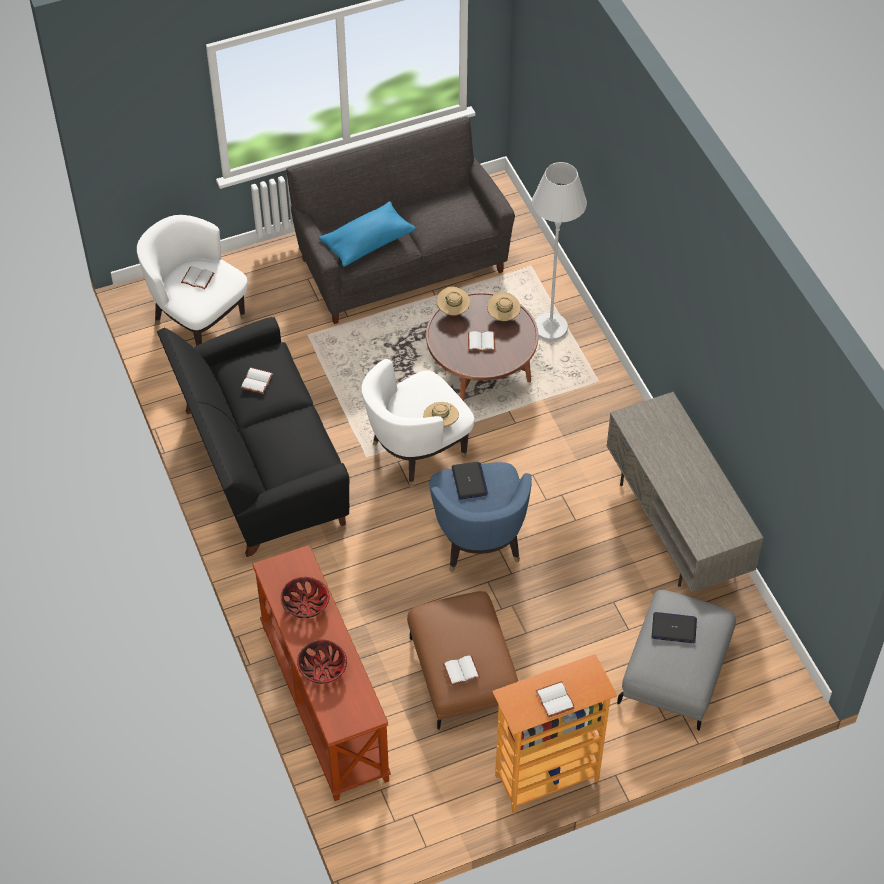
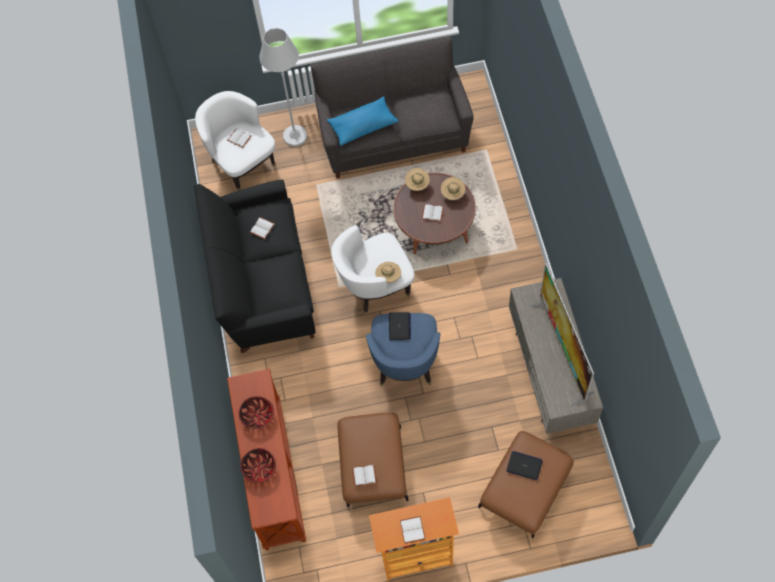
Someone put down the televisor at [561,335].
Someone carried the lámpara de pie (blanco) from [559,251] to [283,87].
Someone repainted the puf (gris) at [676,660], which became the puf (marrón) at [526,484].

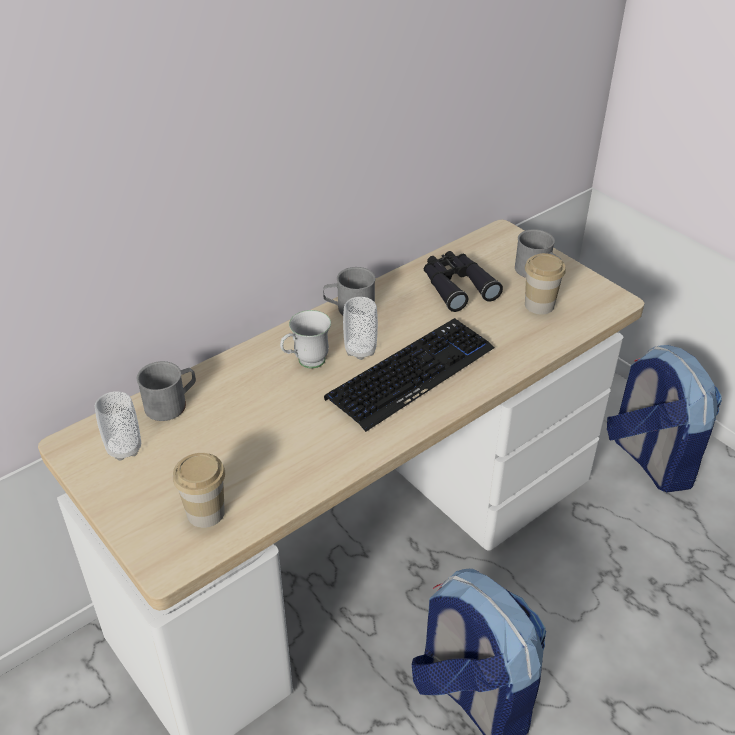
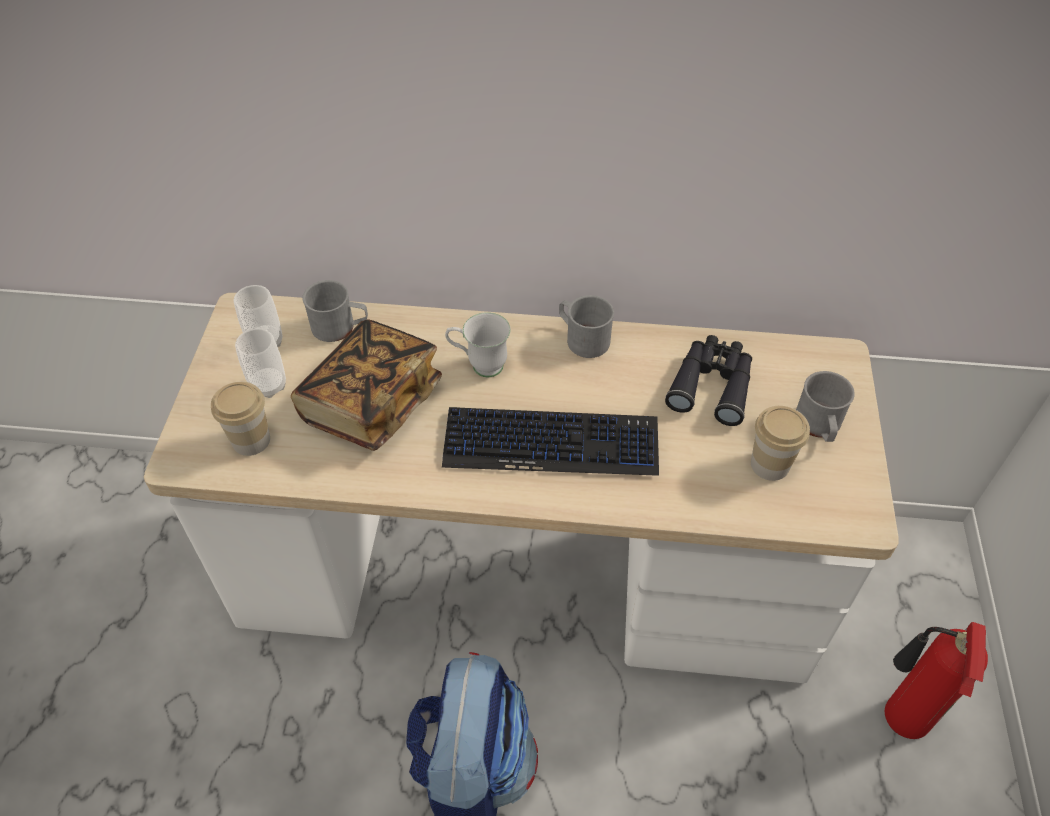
Someone put down the libro at [366,385].
Someone carried the taza from [360,328] to [260,363].
Someone swapped the mochila at [664,419] for the extintor at [936,680].

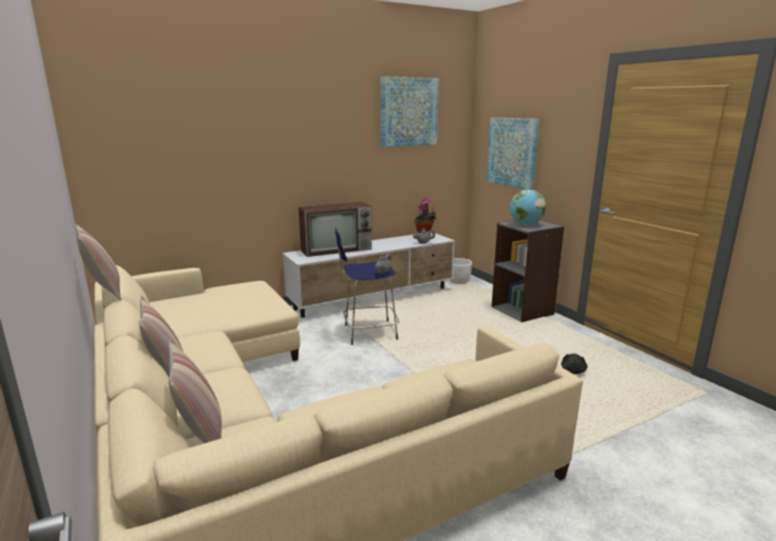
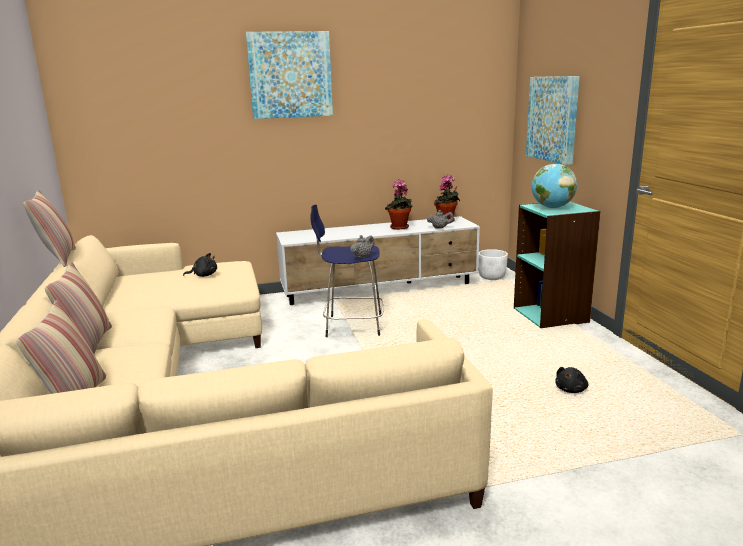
Someone took away the televisor at [335,229].
Someone put down the peluche (negro) at [200,265].
Someone put down the planta en maceta at [398,205].
Someone carried the cuadro from [409,111] to [289,75].
Someone repainted the estantería (gris) at [528,271], which became the estantería (turquesa) at [557,265].

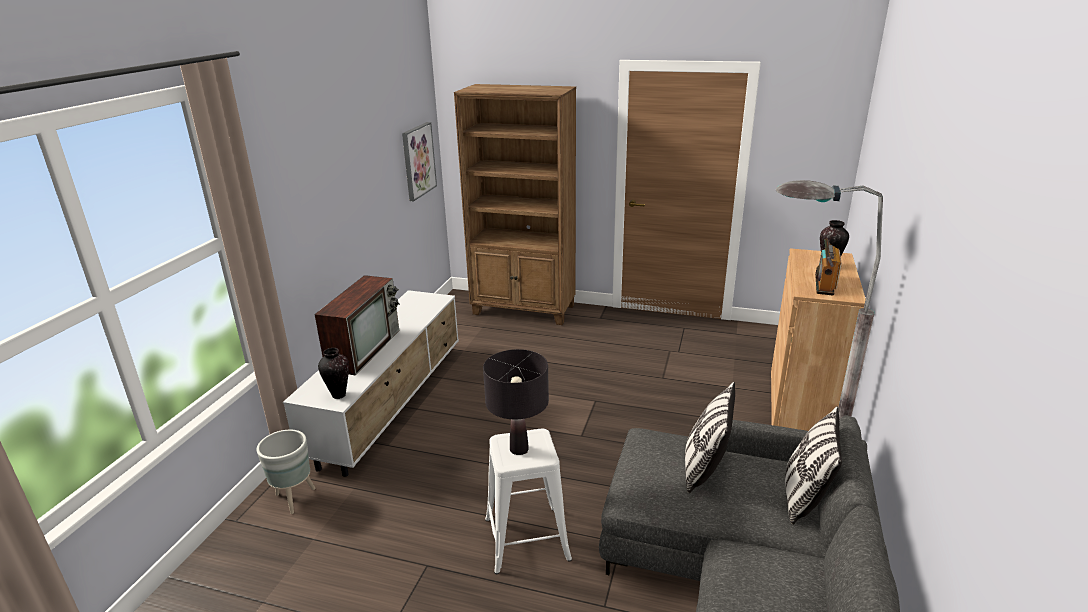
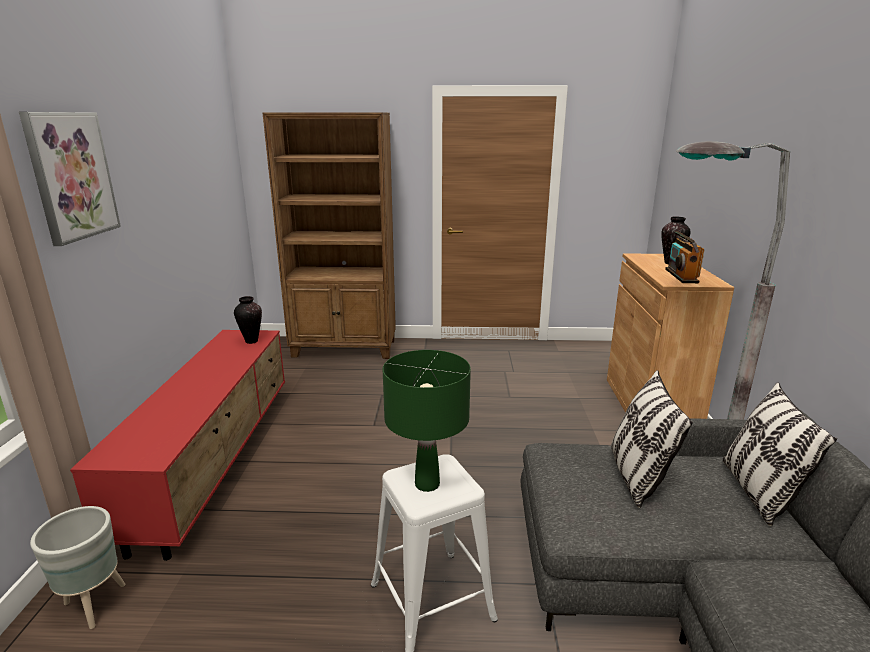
Someone took away the televisor at [357,325].
Someone carried the florero from [333,373] to [248,320].
Someone carried the cuadro from [419,162] to [70,179].
Someone repainted the mueble de televisión (blanco) at [371,383], which became the mueble de televisión (rojo) at [177,445].
Someone repainted the lámpara de mesa (negro) at [516,402], which became the lámpara de mesa (verde) at [427,421].

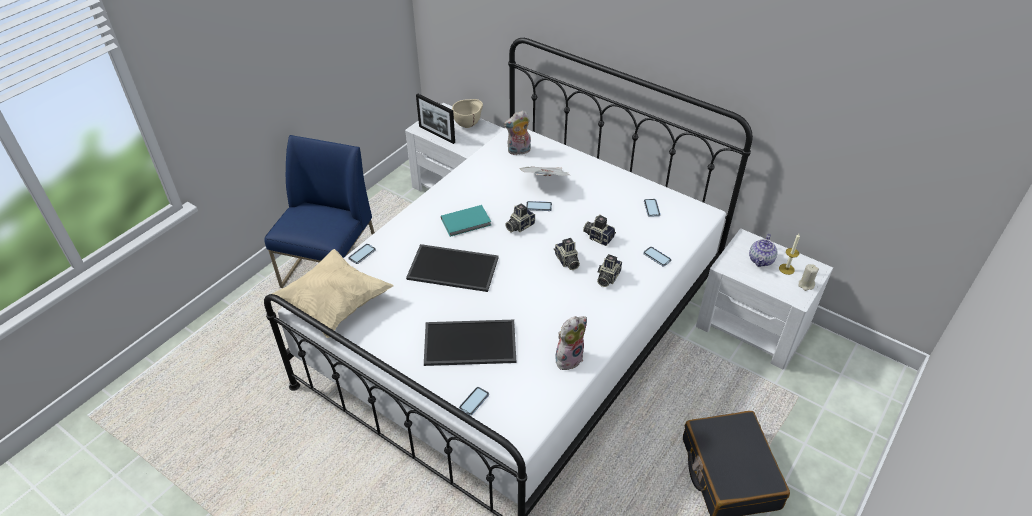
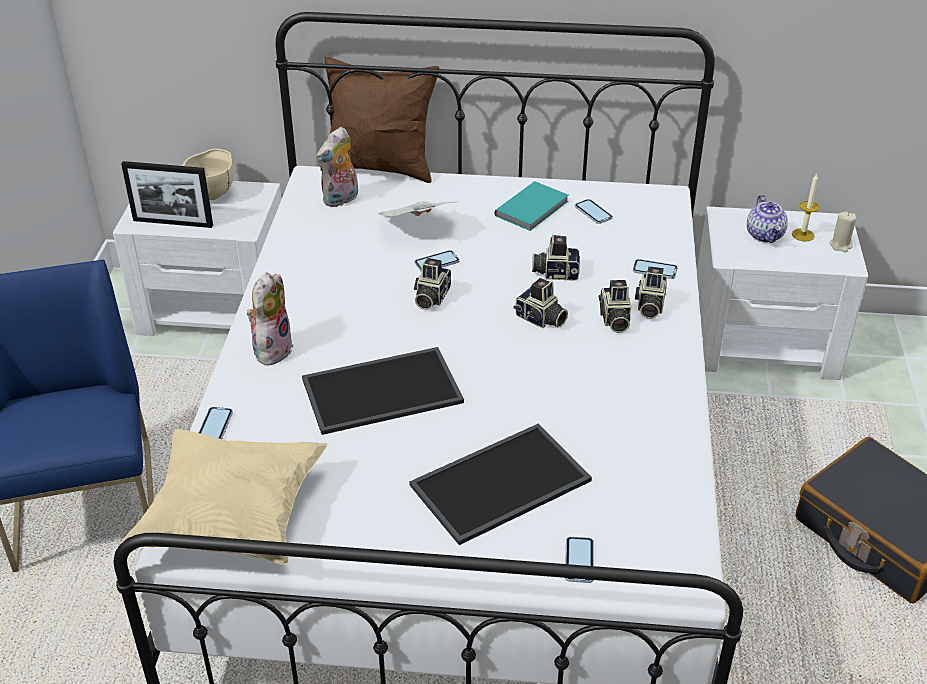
Someone put down the cojín (marrón) at [379,120].
Someone put down the cámara at [651,292].
Someone carried the libro (turquesa) from [466,221] to [531,206].
Someone carried the peluche from [571,343] to [270,319].

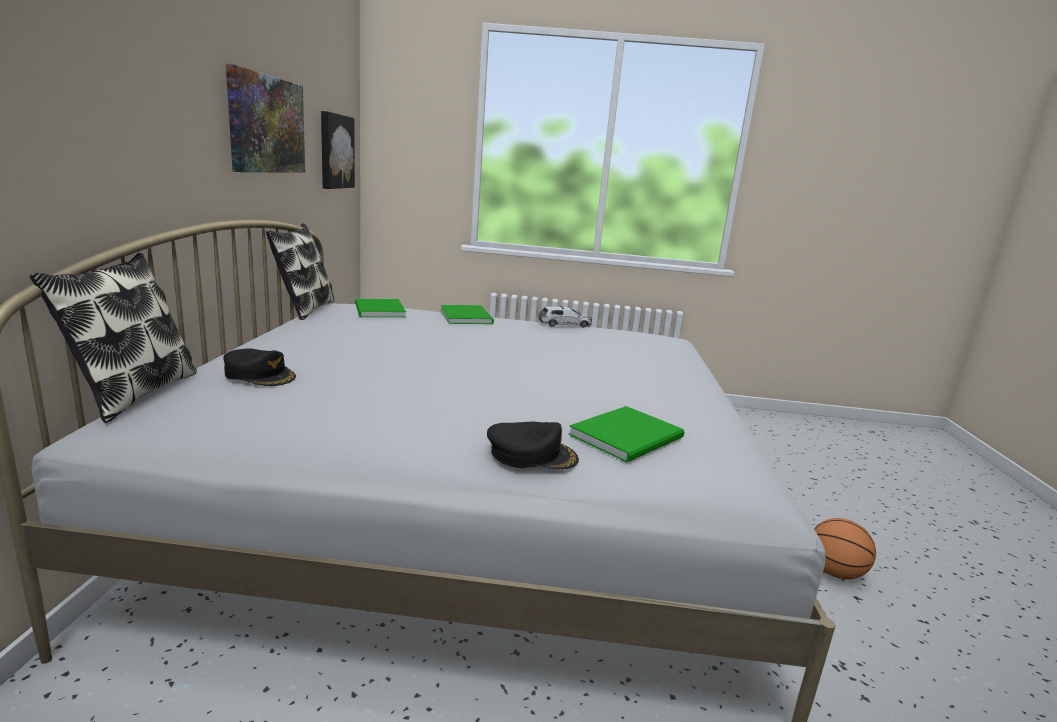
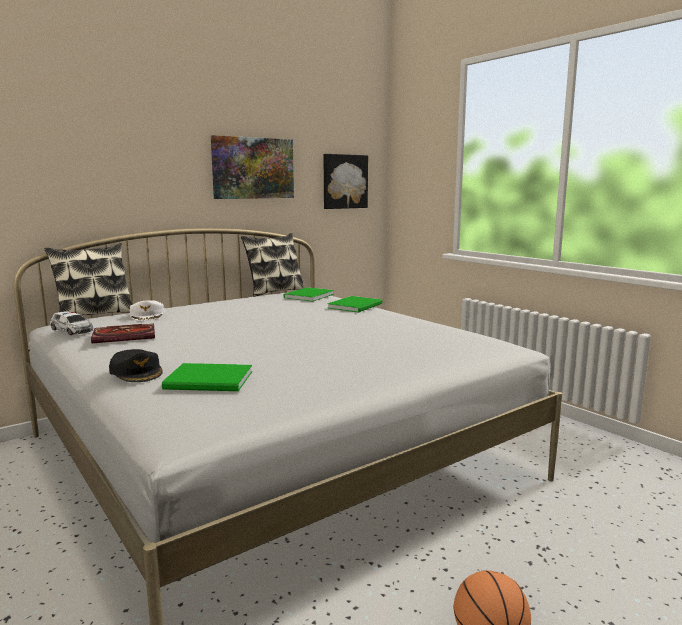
Someone put down the libro at [123,334].
Someone carried the coche de juguete from [565,317] to [71,323].
Someone repainted the gorra (negro) at [259,367], which became the gorra (blanco) at [147,310].

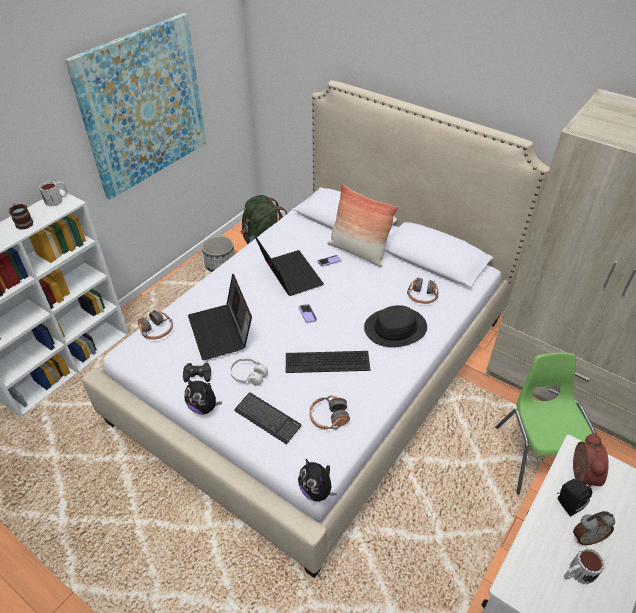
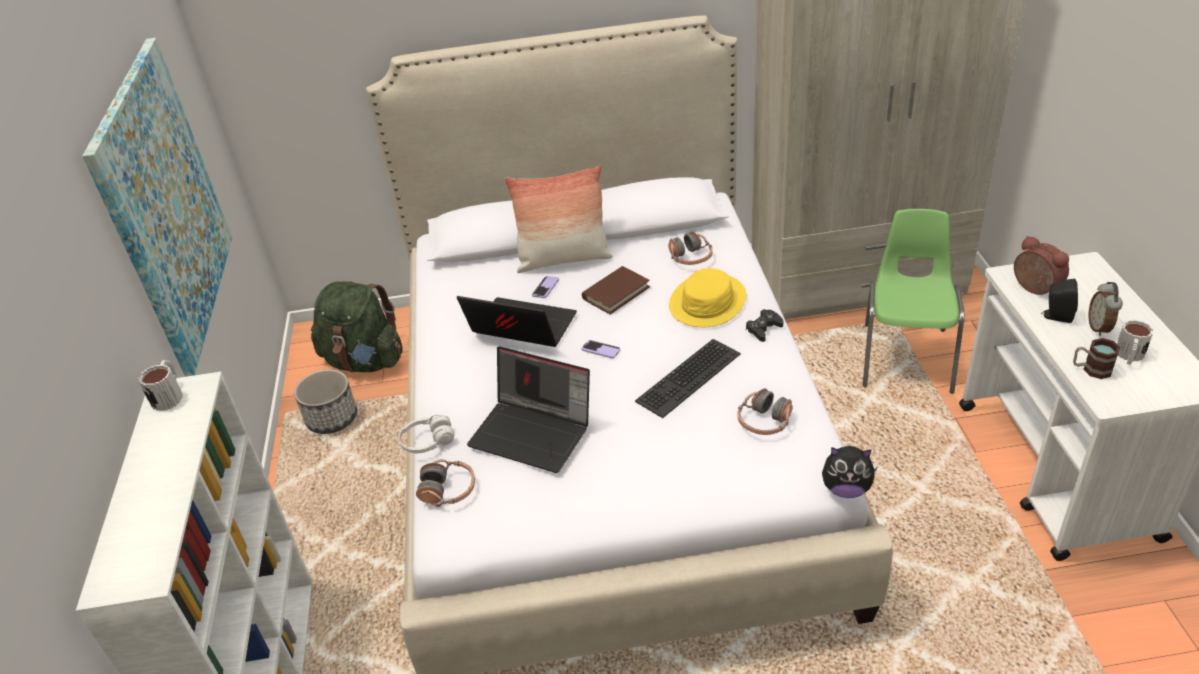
Someone took away the peluche at [203,396].
Someone took away the teclado at [267,418].
Someone put down the libro (marrón) at [616,290].
Someone carried the taza grande from [21,216] to [1096,358].
Someone carried the mando de consola (negro) from [197,372] to [764,325].
Someone carried the auriculares (blanco) from [249,371] to [426,434].
Someone repainted the sombrero (negro) at [395,326], which became the sombrero (amarillo) at [707,297].
Someone rotated the silla (verde) at [546,423] by 60 degrees clockwise.
Someone rotated the despertador at [594,528] by 150 degrees clockwise.

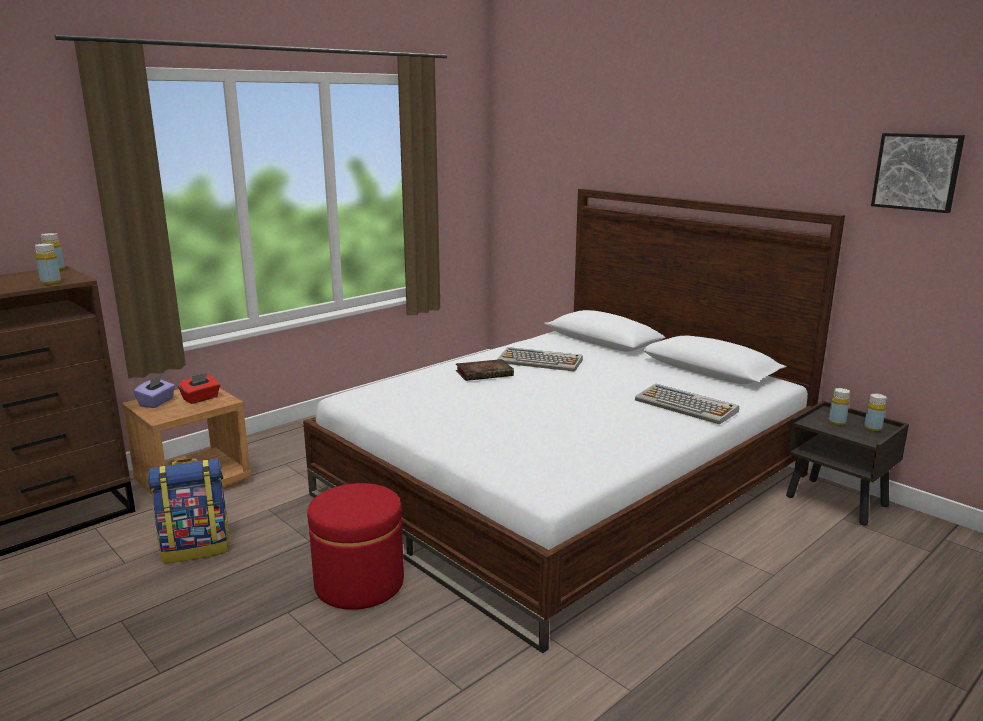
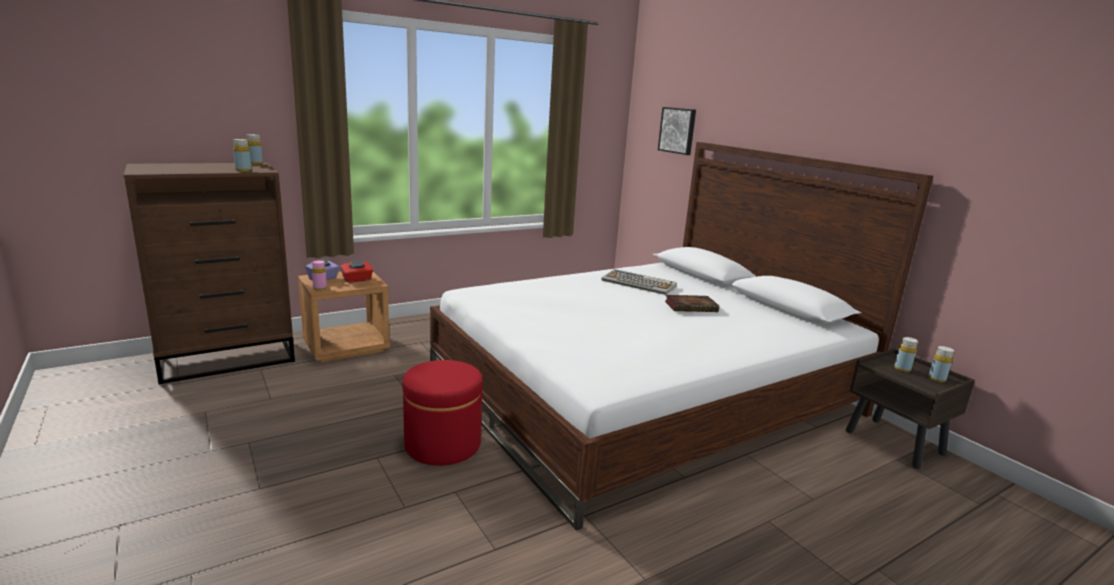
Someone took away the mochila at [189,510].
Someone took away the teclado at [687,404].
Someone put down the botella (rosa) at [319,275].
Someone carried the libro from [485,370] to [692,303].
Someone carried the cuadro from [918,173] to [677,131].

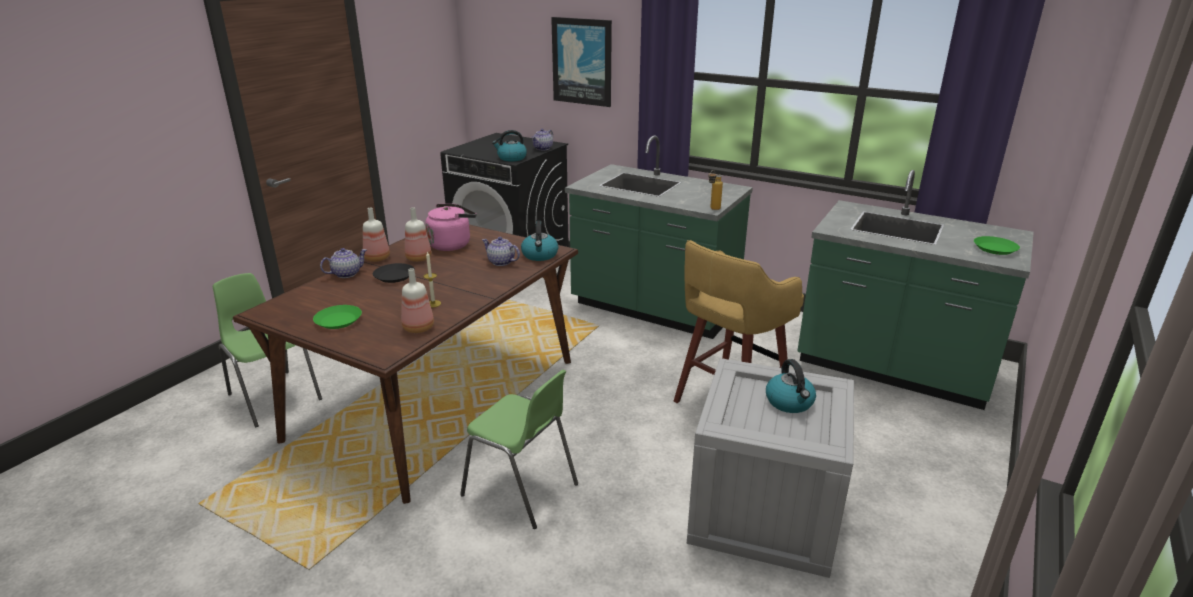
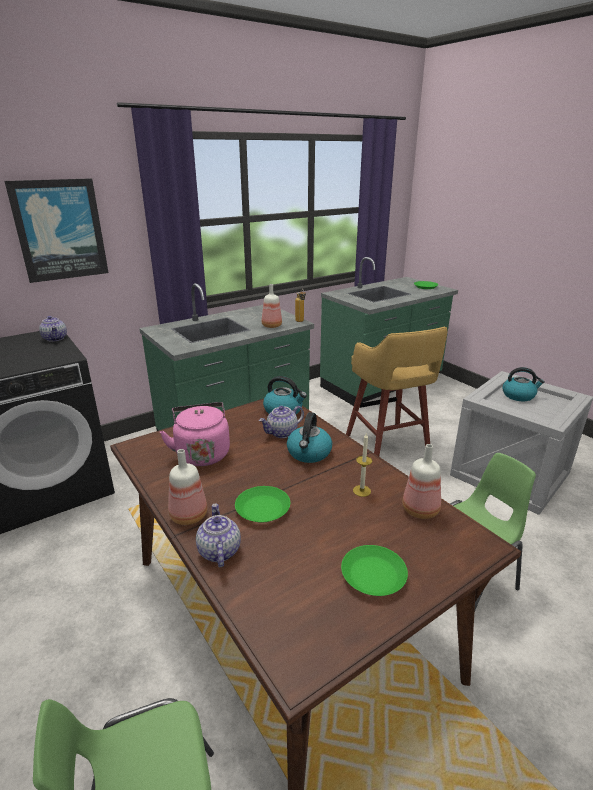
Someone carried the botella from [418,234] to [272,306].
Someone carried the hervidor from [509,145] to [309,437].
Someone repainted the plato (negro) at [394,273], which became the plato (verde) at [262,504].

